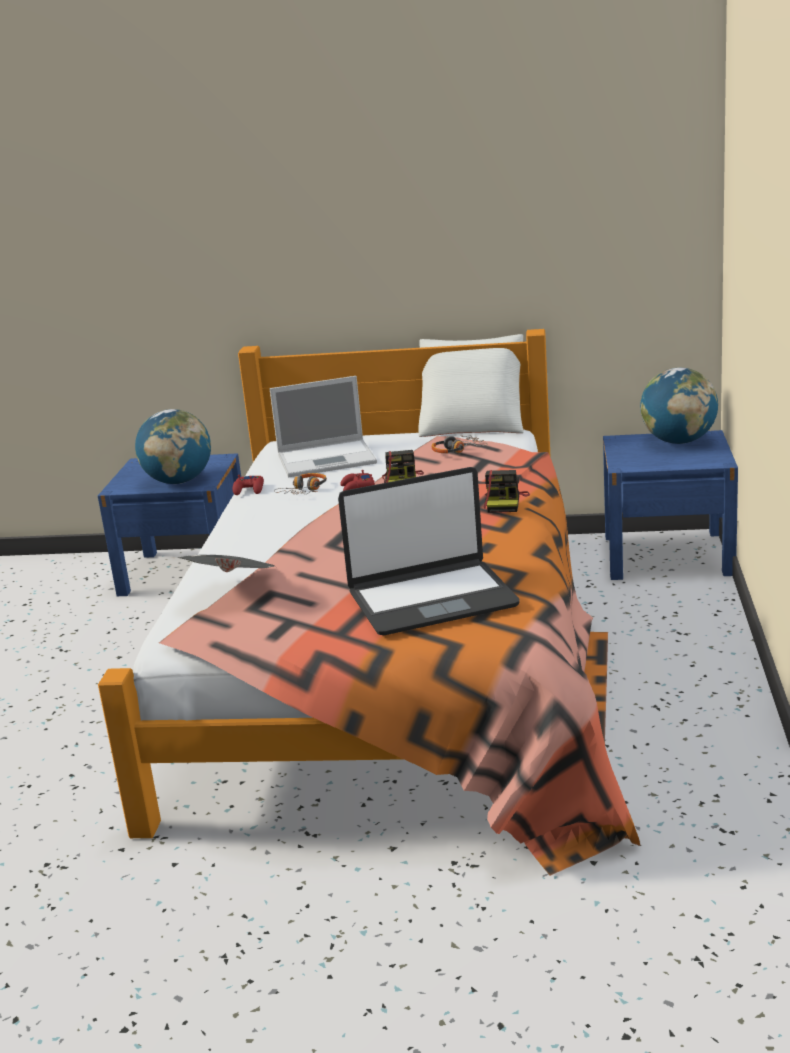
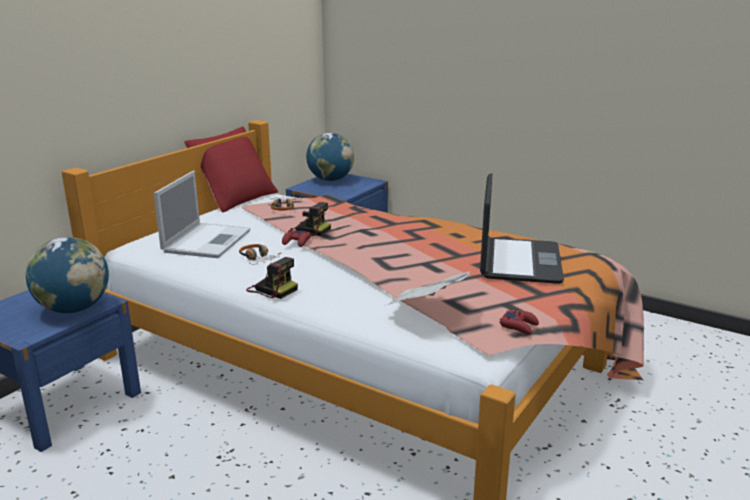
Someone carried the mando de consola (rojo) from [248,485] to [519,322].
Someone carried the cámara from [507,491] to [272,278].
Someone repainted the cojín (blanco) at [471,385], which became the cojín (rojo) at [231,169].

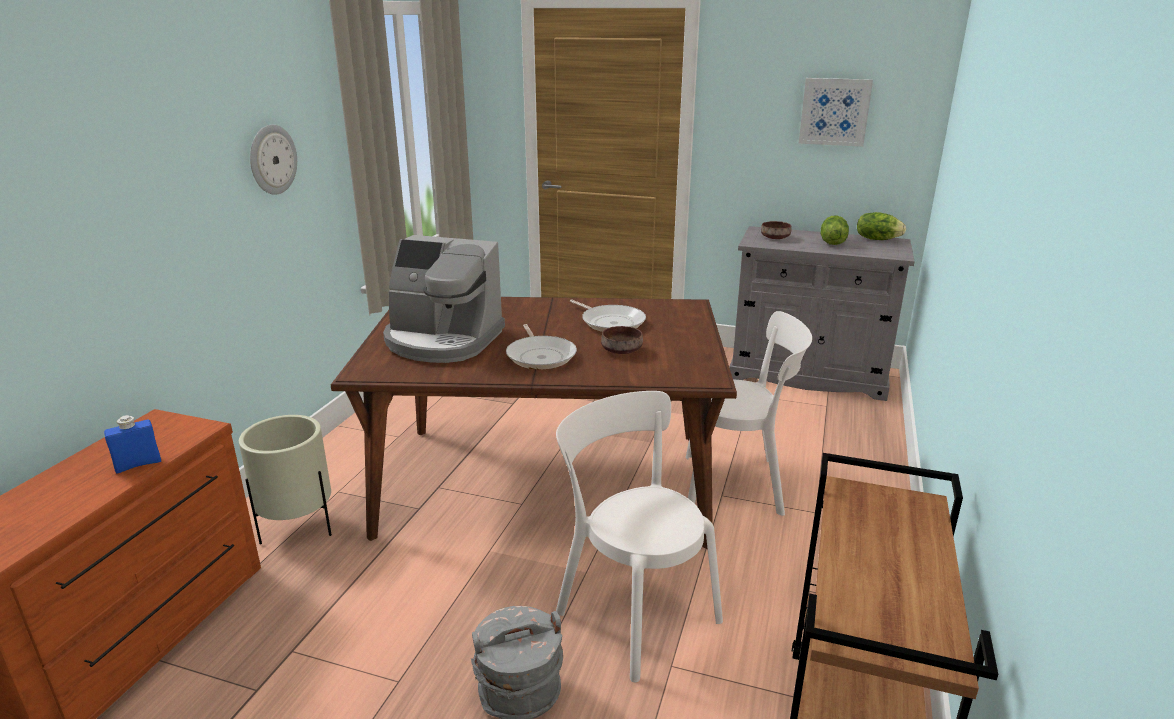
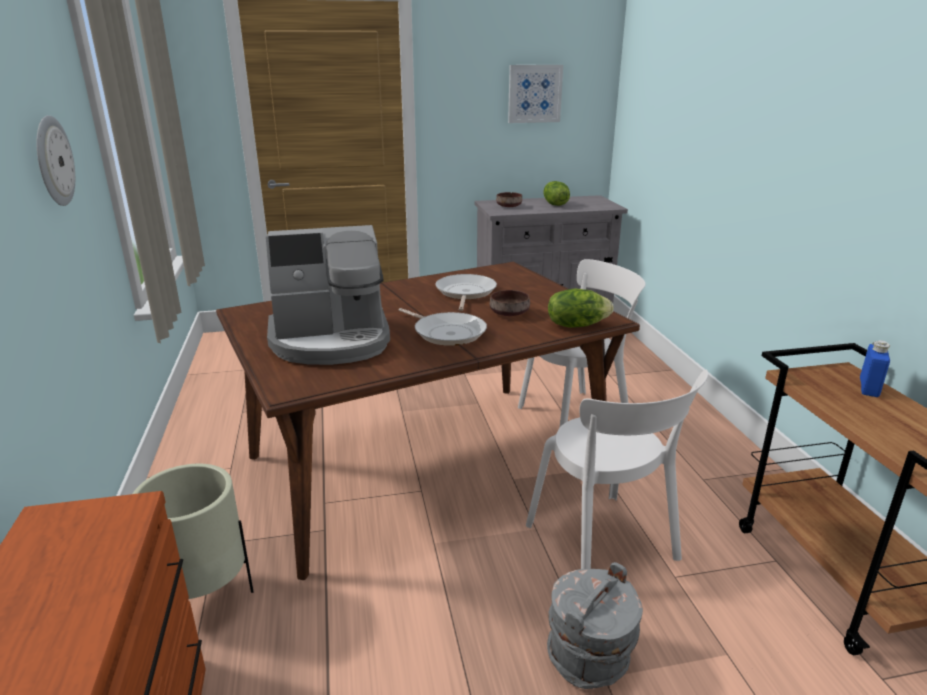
Someone carried the botella (azul) from [132,444] to [875,368].
Someone carried the lechuga from [881,226] to [580,308].
Someone rotated the silla (blanco) at [639,536] by 135 degrees counterclockwise.
Someone rotated the sartén at [608,315] by 105 degrees counterclockwise.

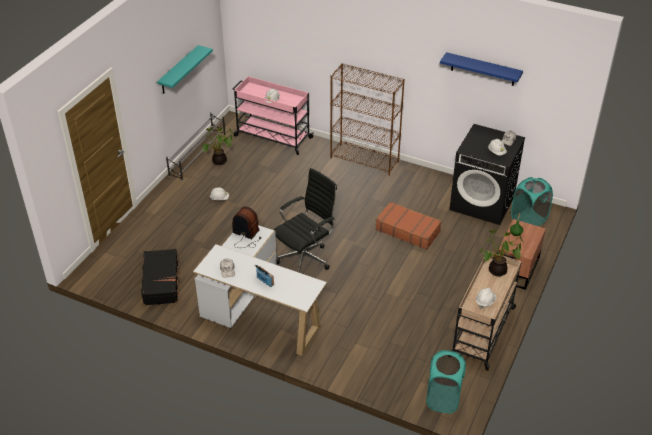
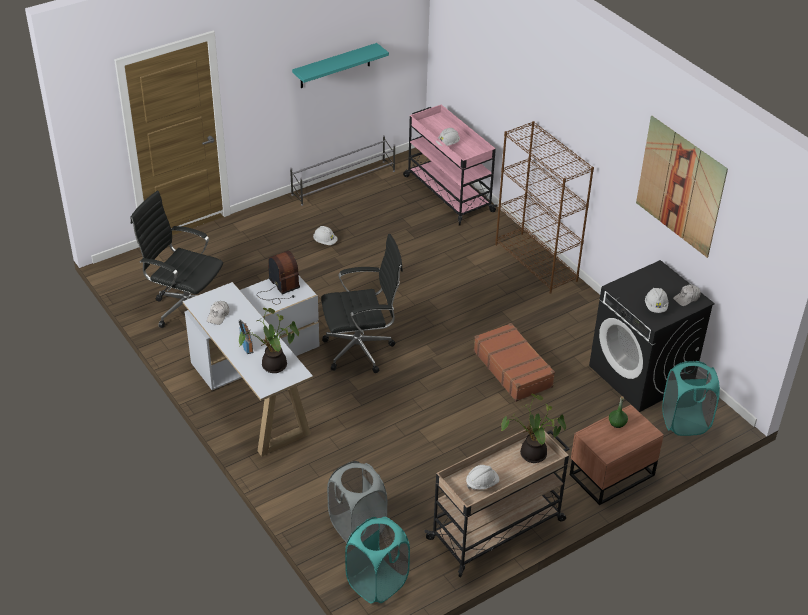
Someone put down the cesto de la ropa (gris) at [357,502].
Someone carried the planta en maceta from [217,146] to [269,340].
Someone swapped the maleta (negro) at [161,277] for the silla de oficina (negro) at [176,259].
Someone swapped the estante (azul) at [481,69] for the cuadro at [682,187].

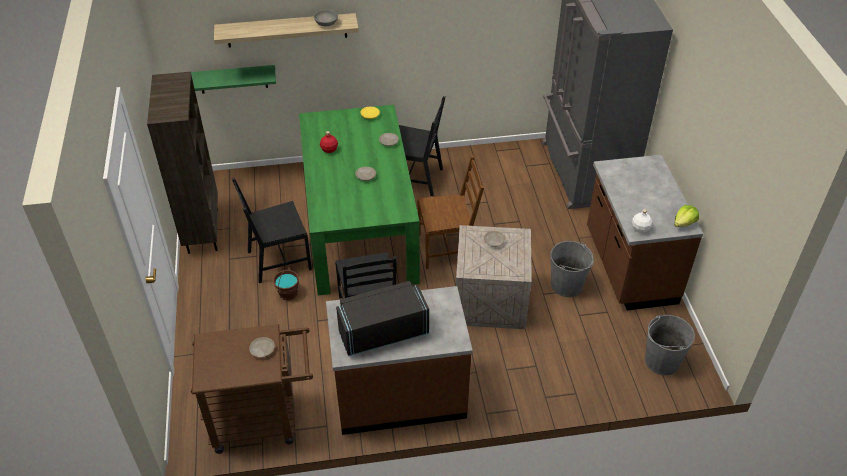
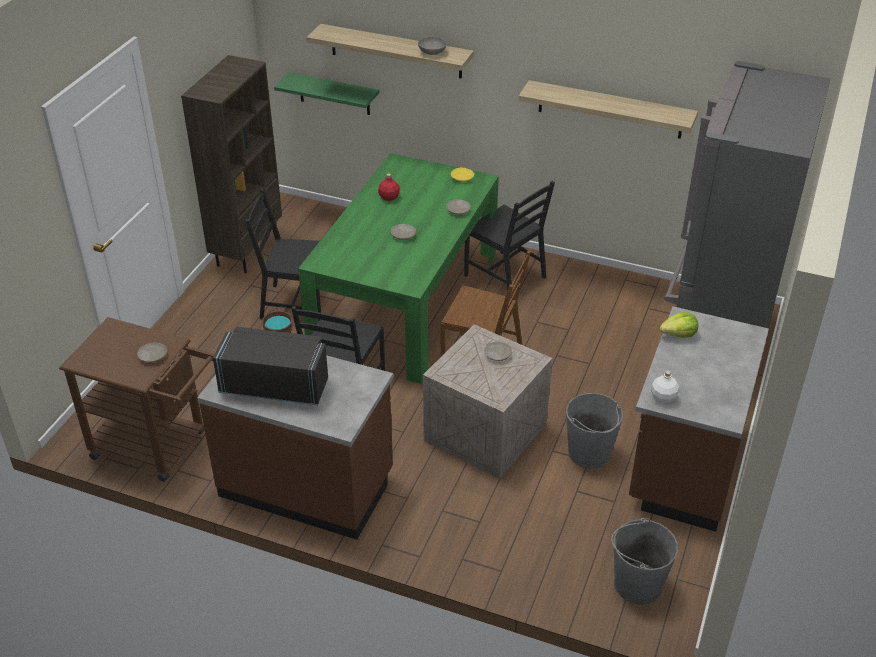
Someone put up the estante at [608,109].
Someone carried the lechuga from [686,216] to [678,325].

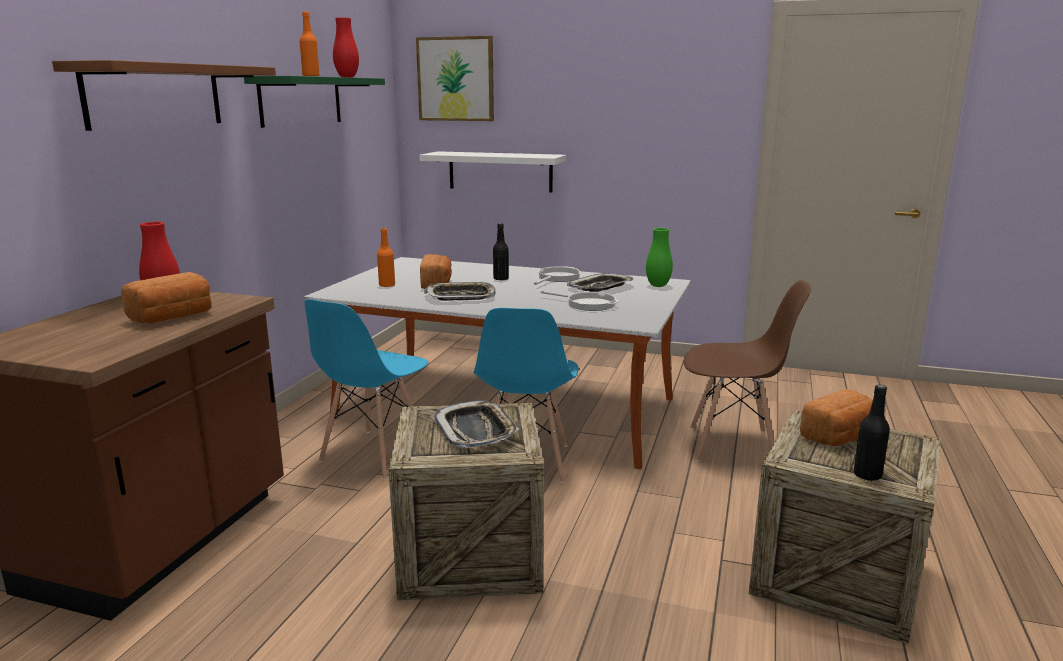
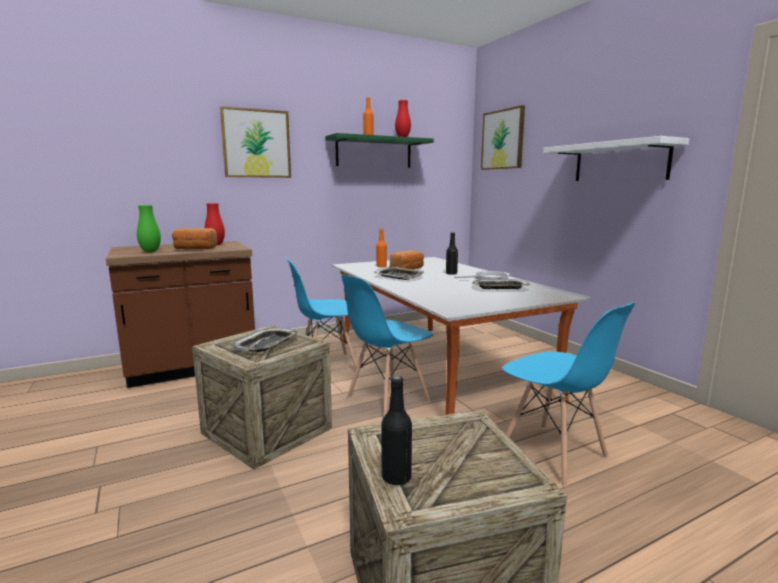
Someone took away the sartén at [579,301].
Someone took away the pan at [836,417].
Someone carried the estante (blanco) from [492,172] to [616,158].
Someone carried the florero (verde) from [659,257] to [149,228].
Someone swapped the estante (marrón) at [164,95] for the cuadro at [255,142].
Someone repainted the silla (marrón) at [747,371], which became the silla (azul) at [568,394].

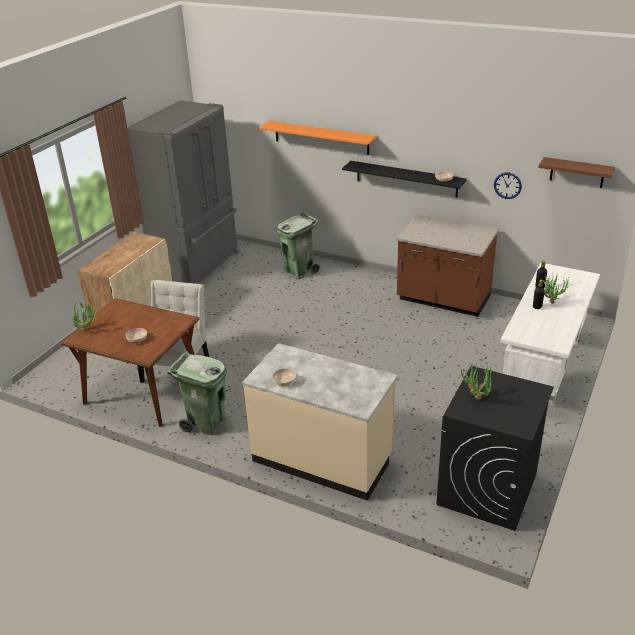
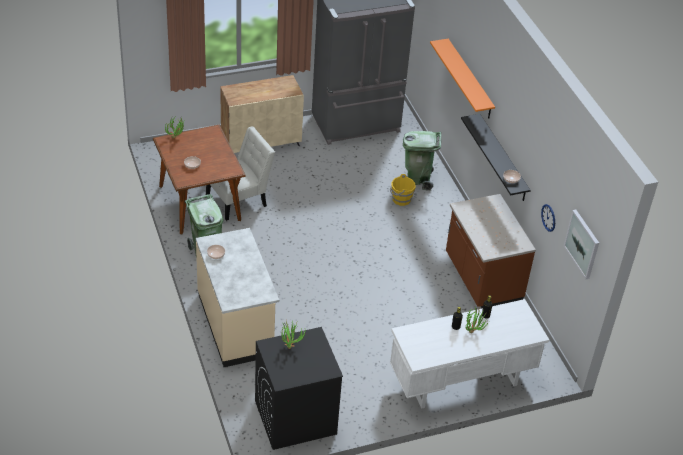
Someone put down the cubo (amarillo) at [403,190].
Someone swapped the estante (marrón) at [576,172] for the cuadro at [581,244].

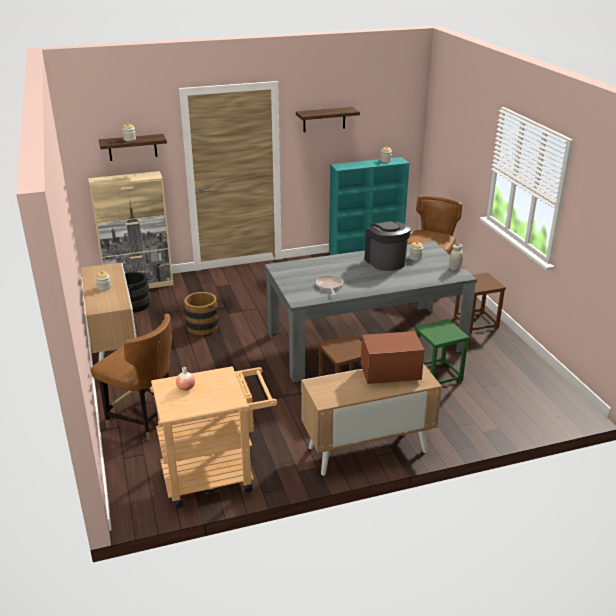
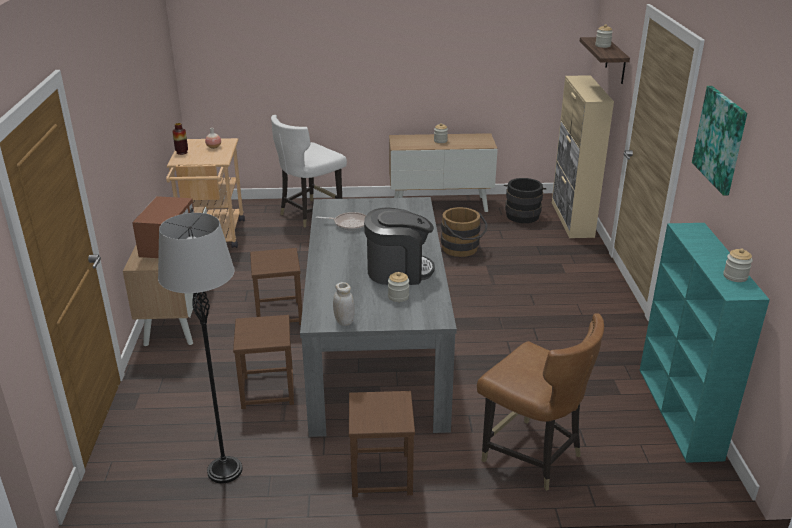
Someone put down the lámpara de pie (gris) at [200,348].
Someone put down the florero at [180,139].
Someone swapped the estante at [328,119] for the cuadro at [719,141].
Someone repainted the silla (marrón) at [131,377], which became the silla (blanco) at [309,171].
Someone repainted the taburete (verde) at [442,351], which became the taburete (marrón) at [263,362].

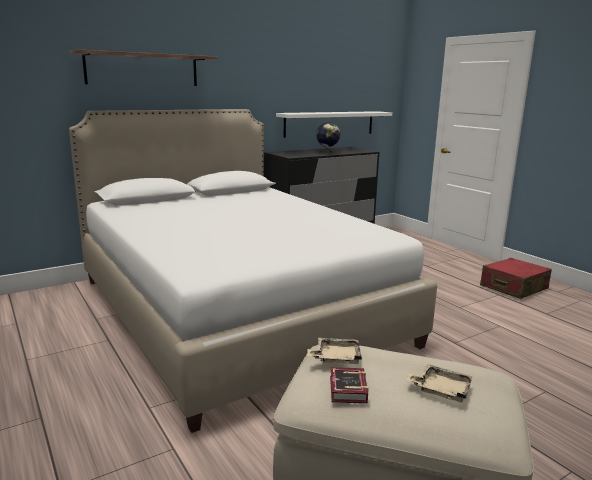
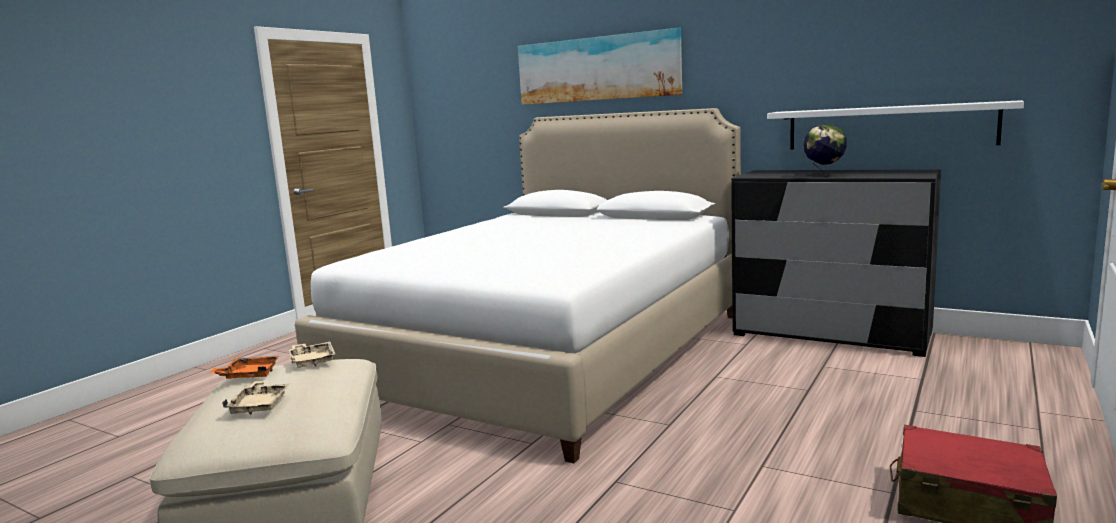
Someone swapped the estante at [143,67] for the cuadro at [600,66].
Someone swapped the libro at [349,385] for the bandeja (naranja) at [244,367].

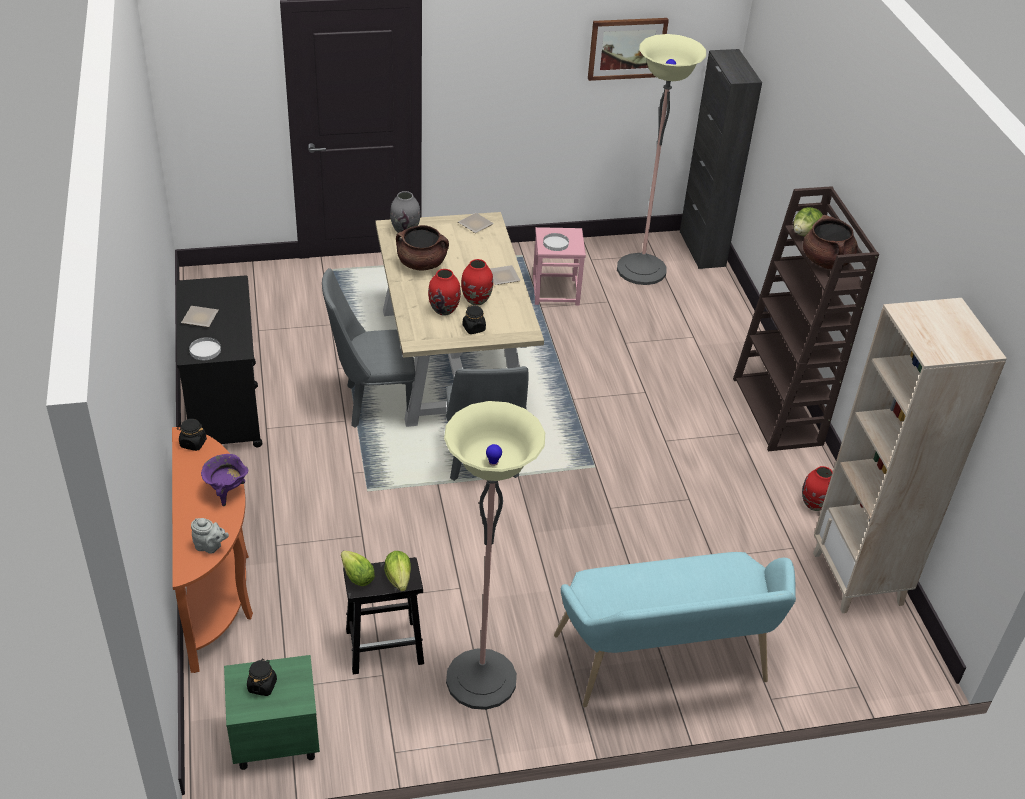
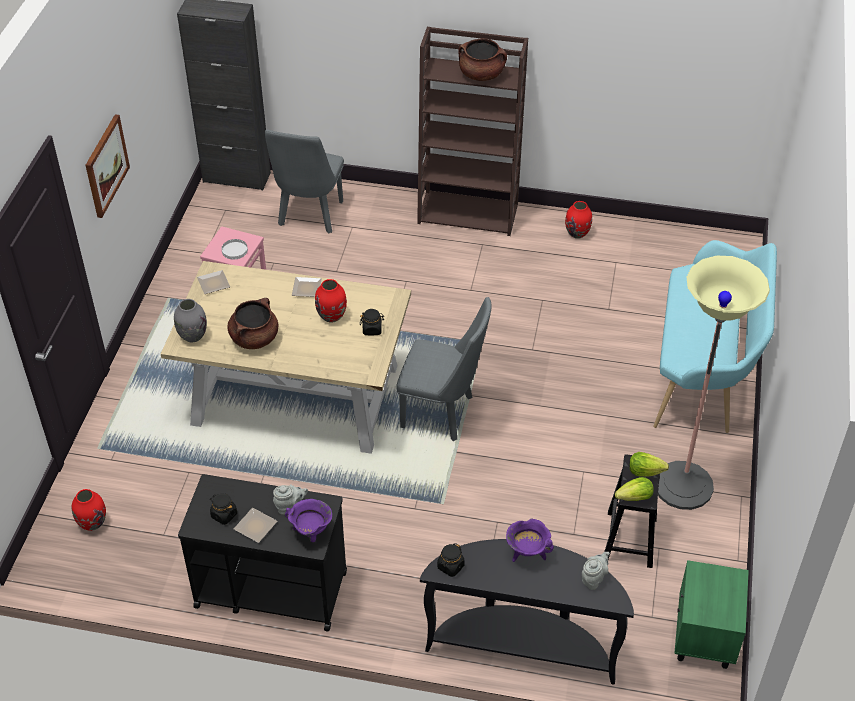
Someone took away the lámpara de pie at [661,159].
Someone took away the lechuga at [808,222].
Someone took away the estantería (beis) at [910,455].
Someone put down the tetera (gris) at [290,500].
Someone carried the tarro (negro) from [262,677] to [223,509].
Someone carried the silla (gris) from [368,348] to [304,181].
Someone carried the florero (rojo) from [444,292] to [89,510].
Someone carried the cuadro from [628,49] to [107,166].
Someone swapped the plato (blanco) at [205,348] for the olla (morado) at [308,520].
Someone repainted the mesa consola (naranja) at [212,550], which became the mesa consola (negro) at [527,612].

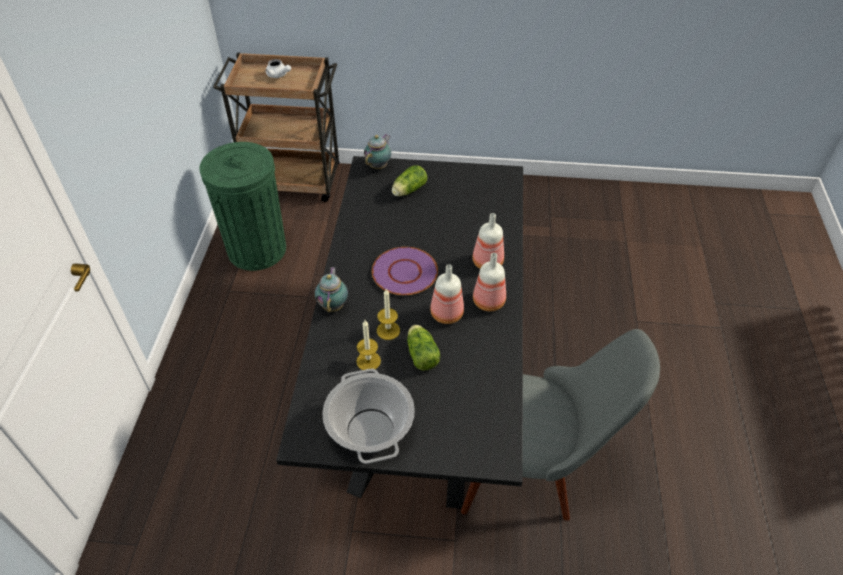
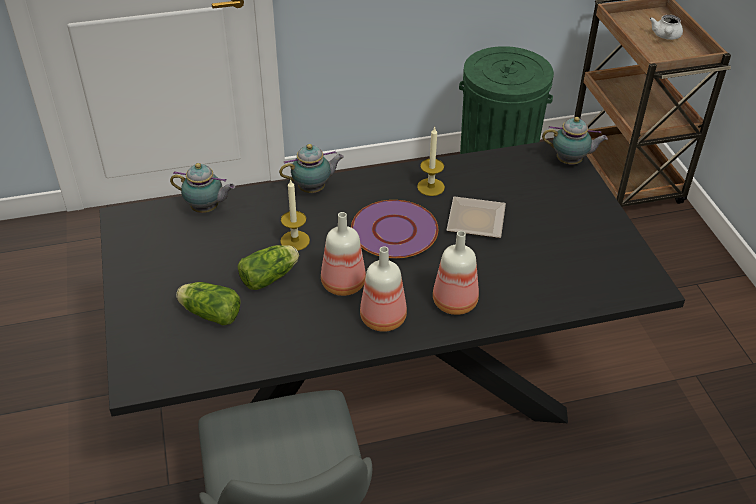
Someone took away the olla at [368,416].
Someone put down the tetera at [202,188].
Someone put down the plato at [476,217].
Someone carried the vela from [368,345] to [431,161].
Someone carried the lechuga from [409,180] to [208,303].

